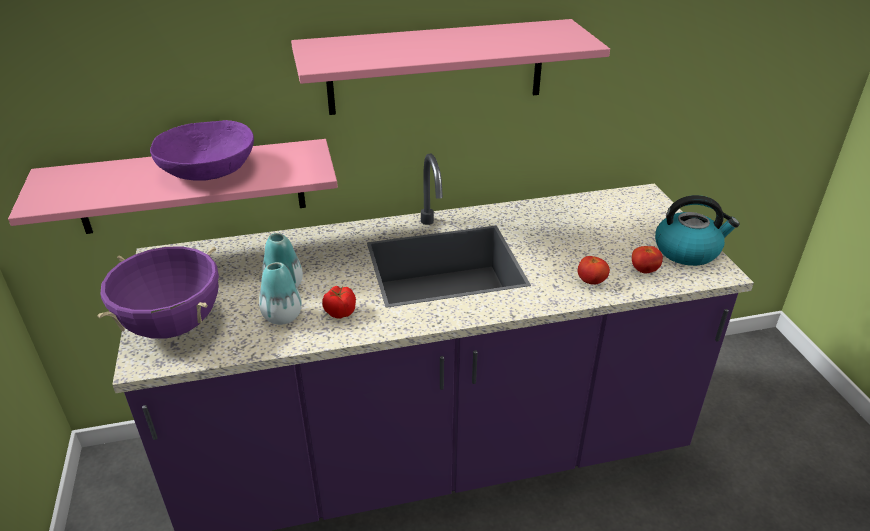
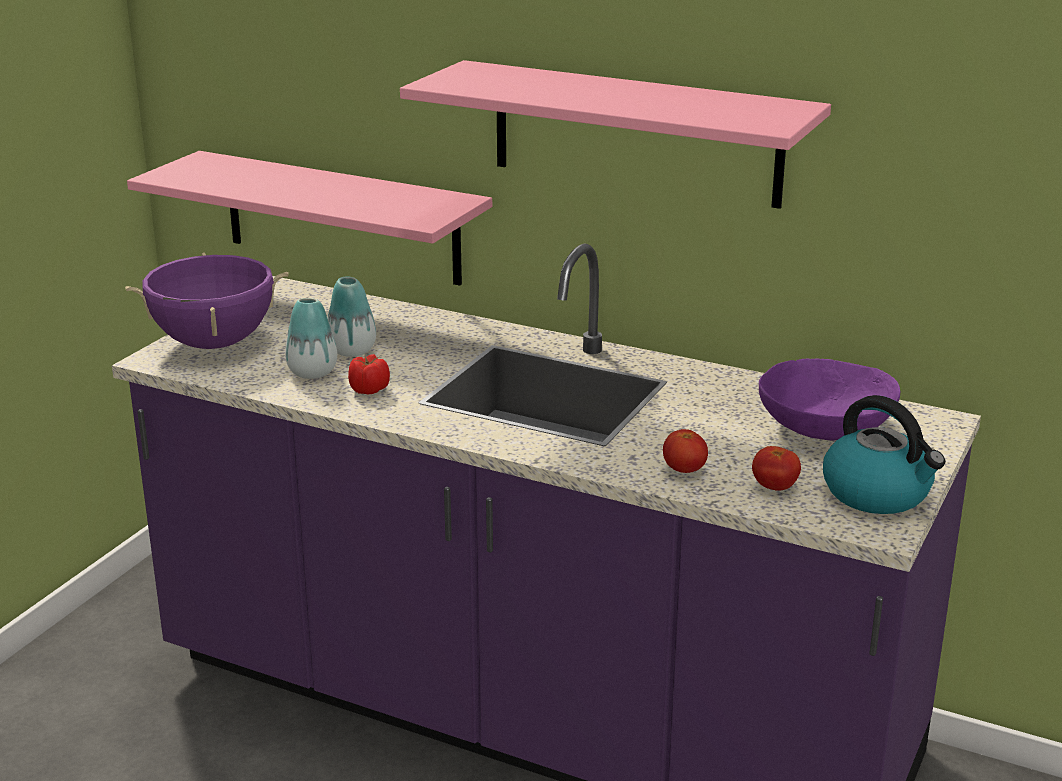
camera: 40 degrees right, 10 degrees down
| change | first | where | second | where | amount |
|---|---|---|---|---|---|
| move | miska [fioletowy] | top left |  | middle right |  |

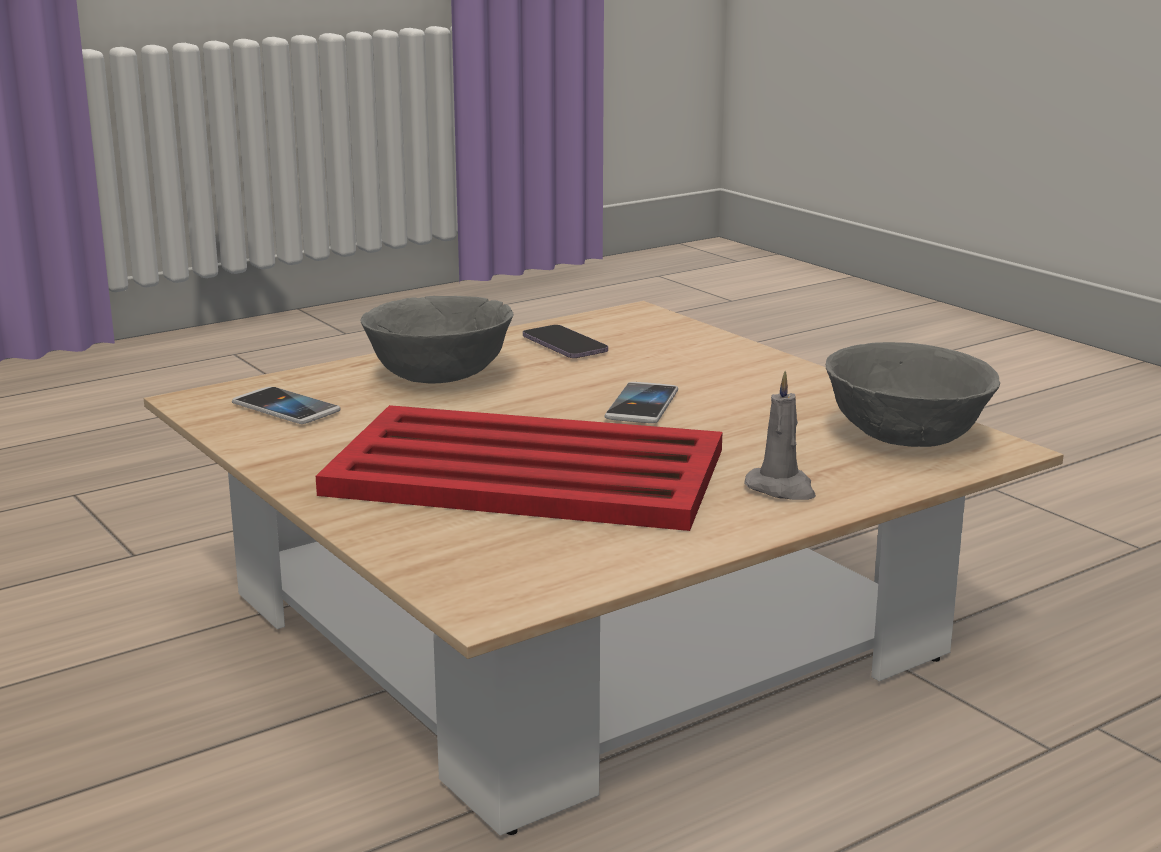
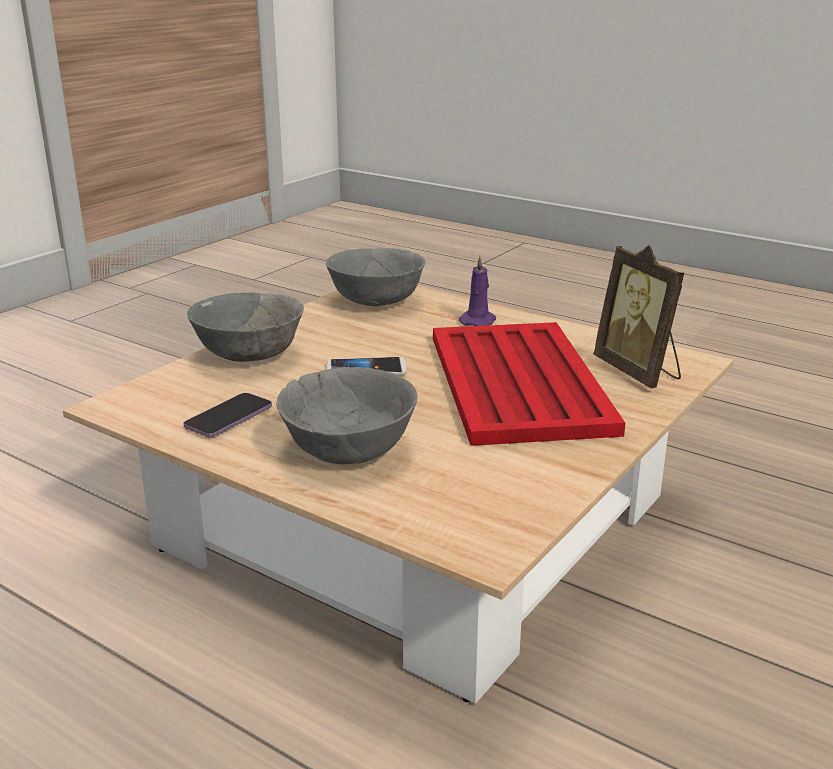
camera: 110 degrees left, 5 degrees up
| change | first | where | second | where | amount |
|---|---|---|---|---|---|
| insert |  |  | miska [szary] (1st from left) | middle left |  |
| recolor | świeca [szary] | middle right | świeca [fioletowy] | centre |  |
| insert |  |  | ramka na zdjęcie | middle right |  |
| delete | telefon (1st from left) | middle left |  |  |  |

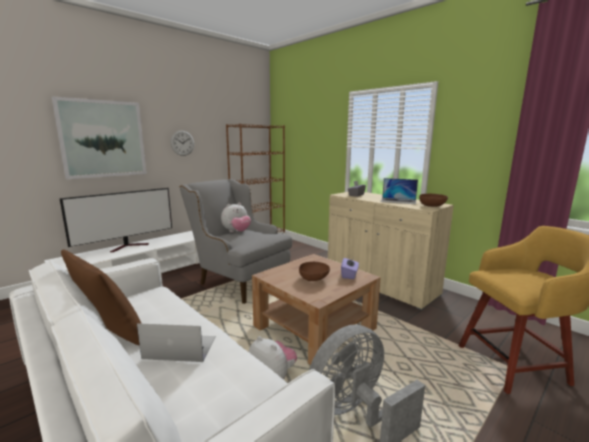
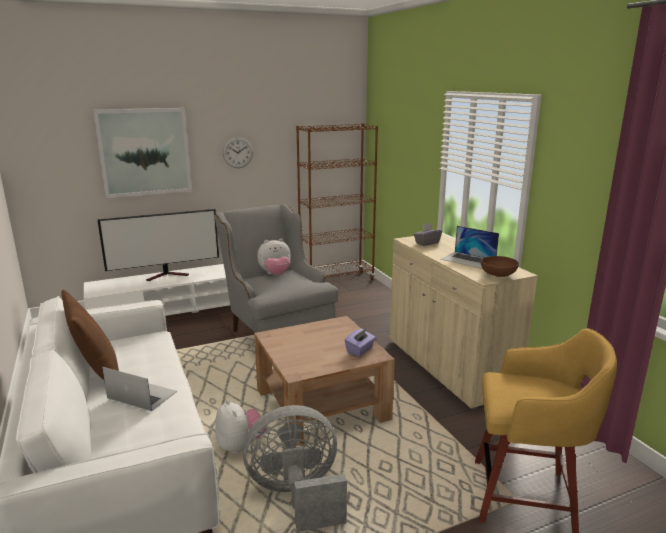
camera: 20 degrees right, 5 degrees up
| change | first | where | second | where | amount |
|---|---|---|---|---|---|
| delete | miska [brązowy] (1st from left) | centre |  |  |  |

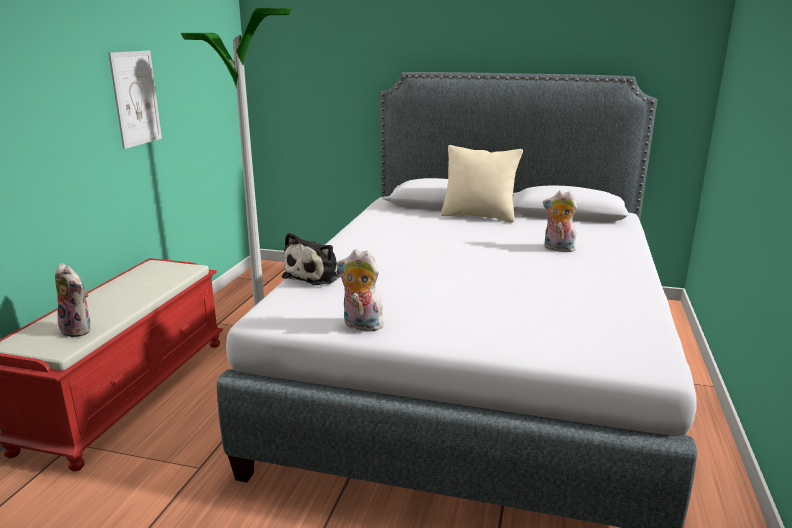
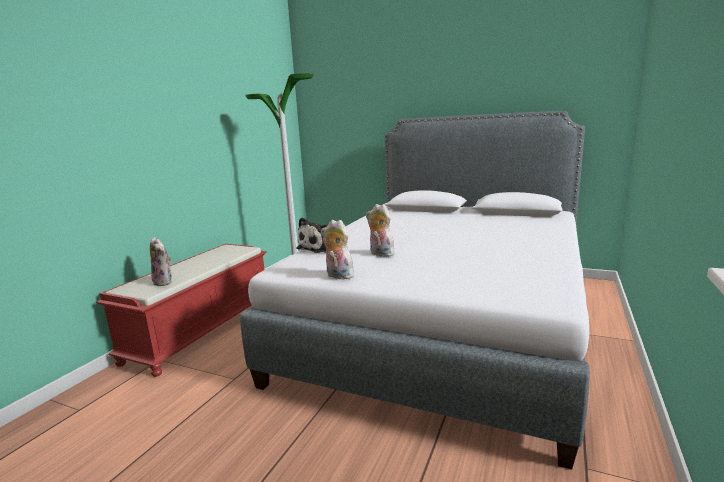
camera: 10 degrees right, 5 degrees down
| change | first | where | second | where | amount |
|---|---|---|---|---|---|
| move | pluszak (4th from left) | middle right |  | centre |  |
| delete | obraz | top left |  |  |  |
| delete | poduszka [beżowy] | centre |  |  |  |

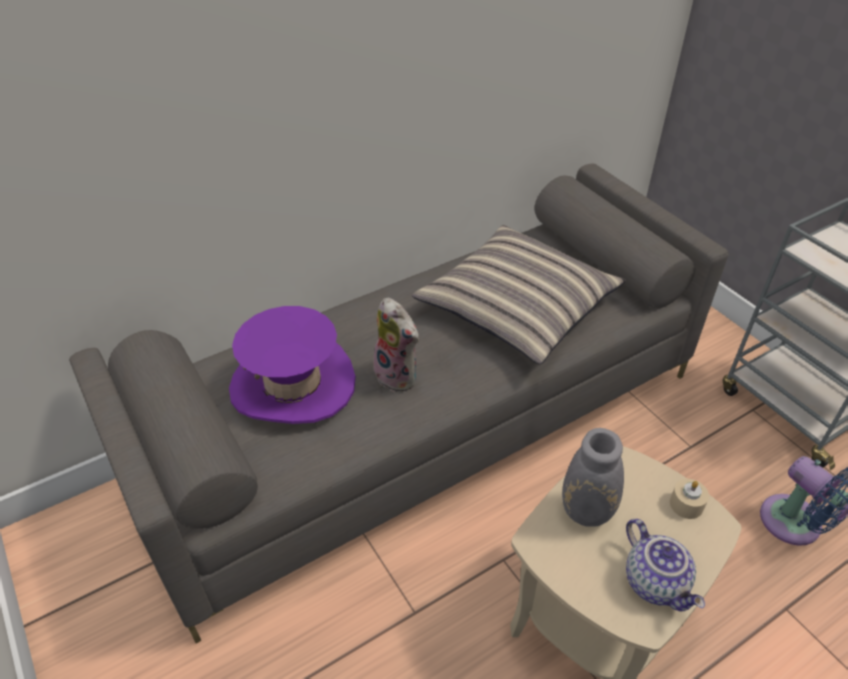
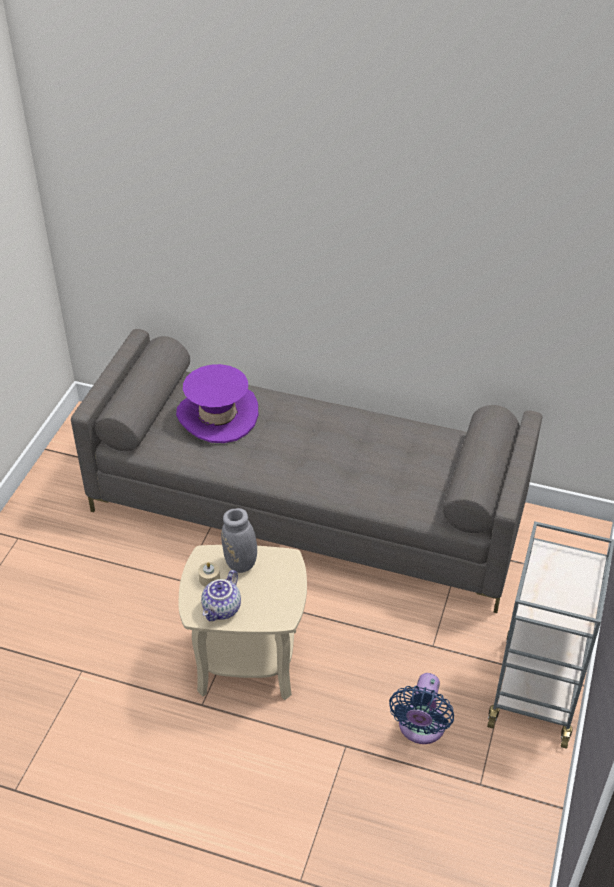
camera: 50 degrees right, 0 degrees up
| change | first | where | second | where | amount |
|---|---|---|---|---|---|
| move | świeca [beżowy] | bottom right |  | centre |  |
| delete | pluszak | centre |  |  |  |
| delete | poduszka | centre |  |  |  |

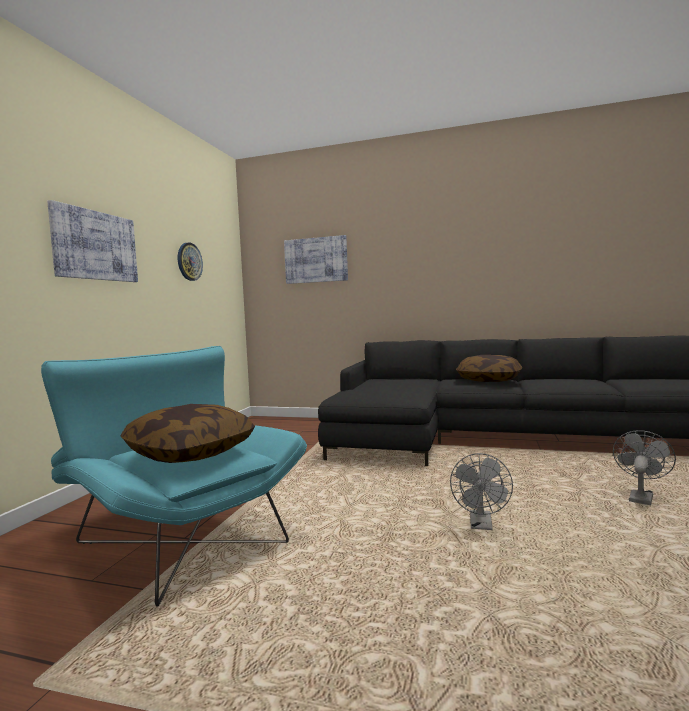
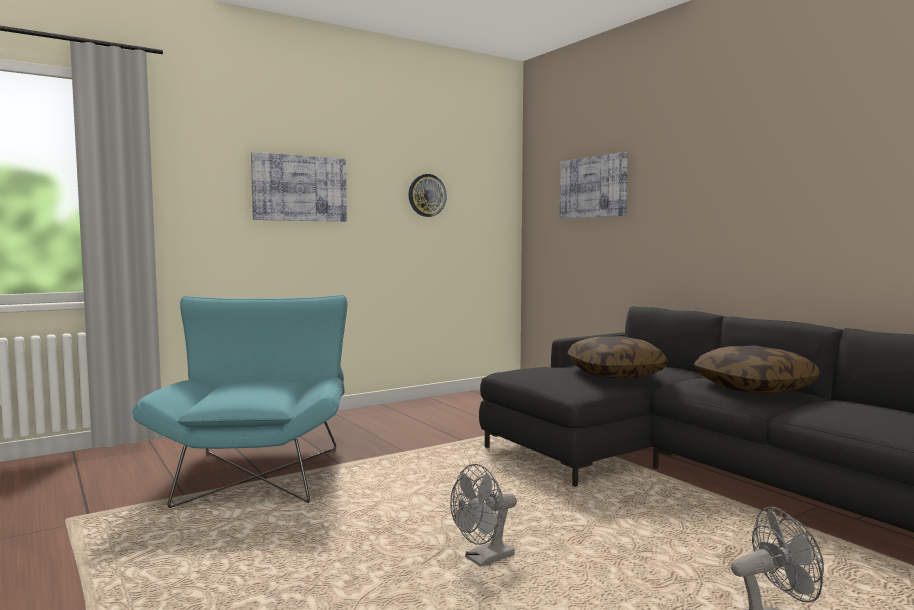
camera: 40 degrees right, 0 degrees up
| change | first | where | second | where | amount |
|---|---|---|---|---|---|
| move | poduszka (1st from left) | middle left |  | middle right |  |

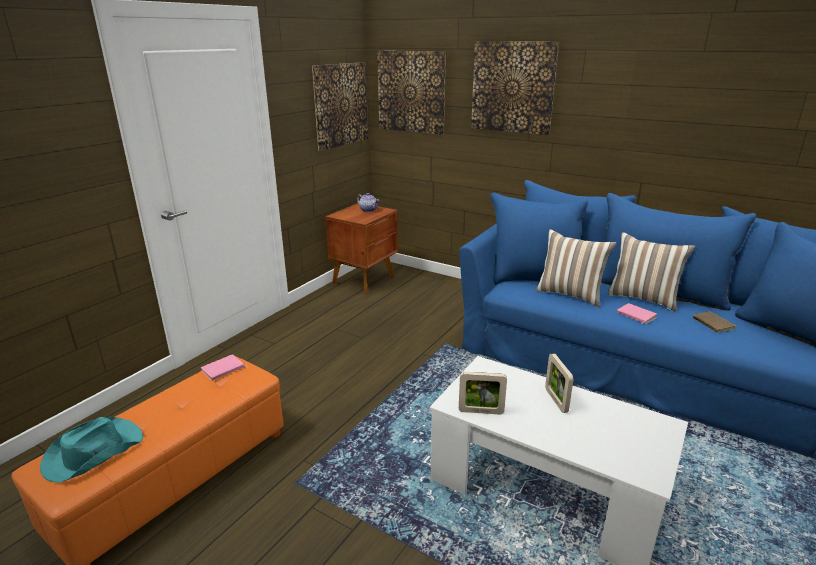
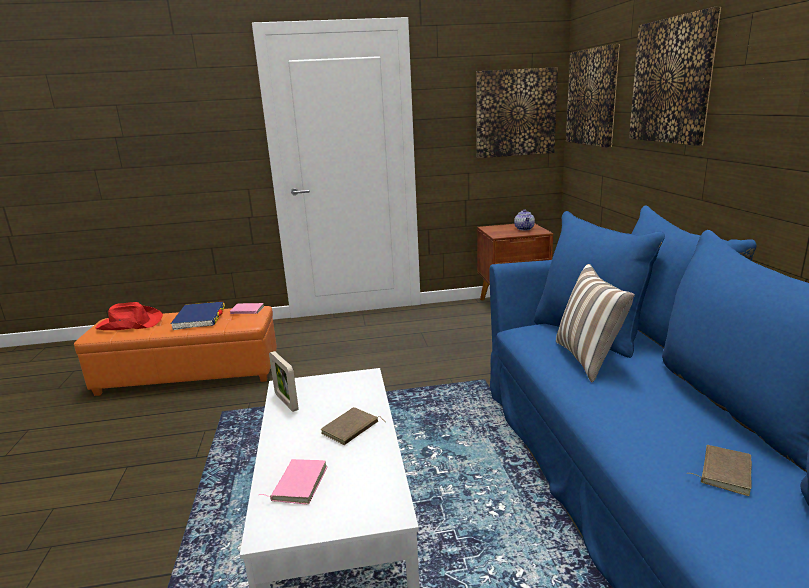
camera: 50 degrees right, 5 degrees down
| change | first | where | second | where | amount |
|---|---|---|---|---|---|
| recolor | kapelusz [turkusowy] | bottom left | kapelusz [czerwony] | middle left |  |
| insert |  |  | książka [niebieski] | middle left |  |
| move | książka [różowy] (2nd from left) | middle right |  | bottom centre |  |
| replace | ramka na zdjęcie (2nd from left) | bottom right | książka [brązowy] (1st from left) | bottom centre |  |
| delete | poduszka (2nd from left) | middle right |  |  |  |

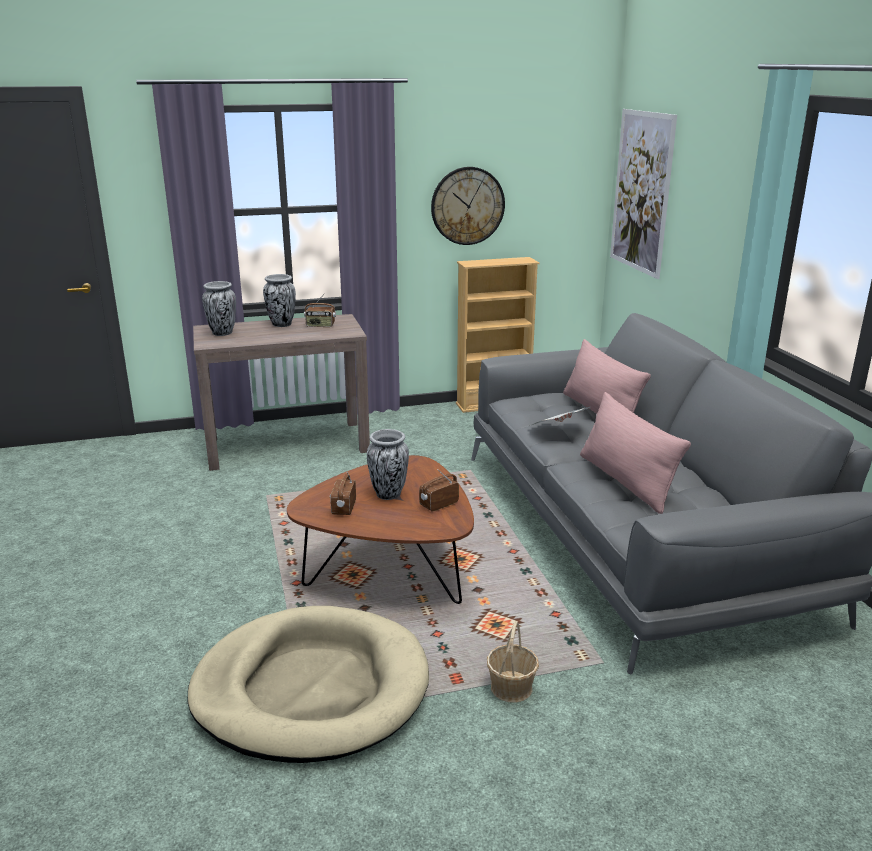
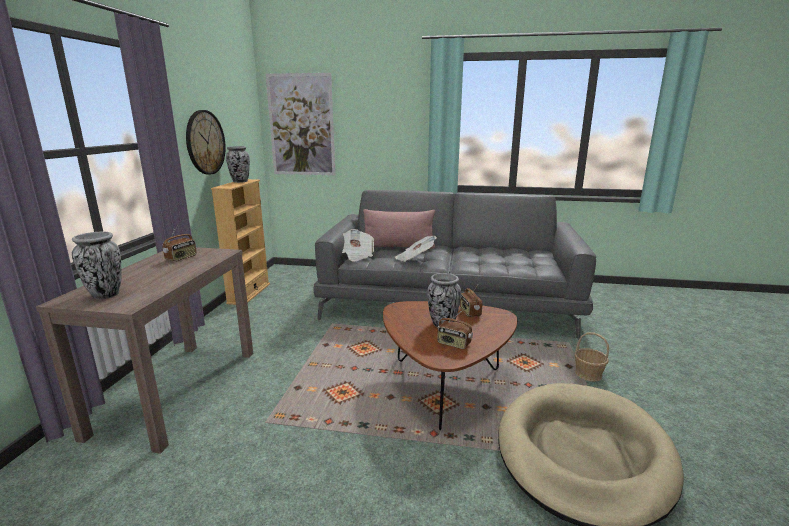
camera: 65 degrees left, 5 degrees down
| change | first | where | second | where | amount |
|---|---|---|---|---|---|
| move | wazon (2nd from left) | middle left |  | top left |  |
| insert |  |  | gazeta (1st from left) | centre |  |
| delete | poduszka [różowy] (2nd from left) | middle right |  |  |  |

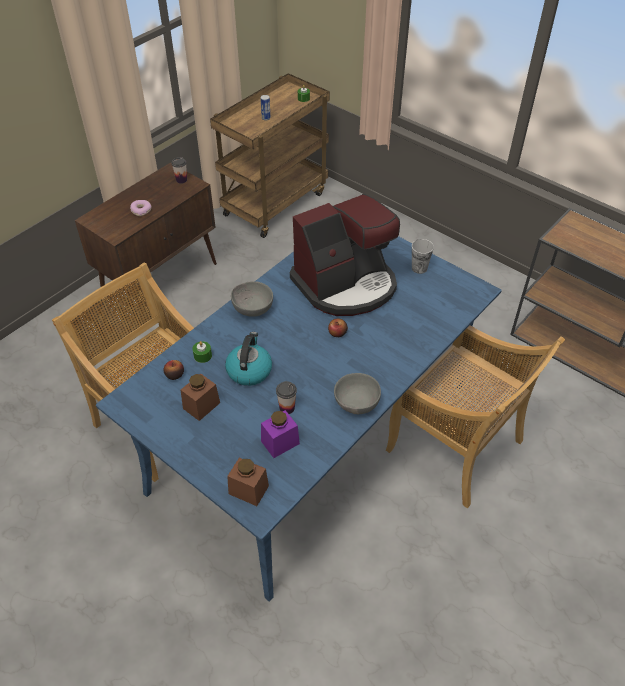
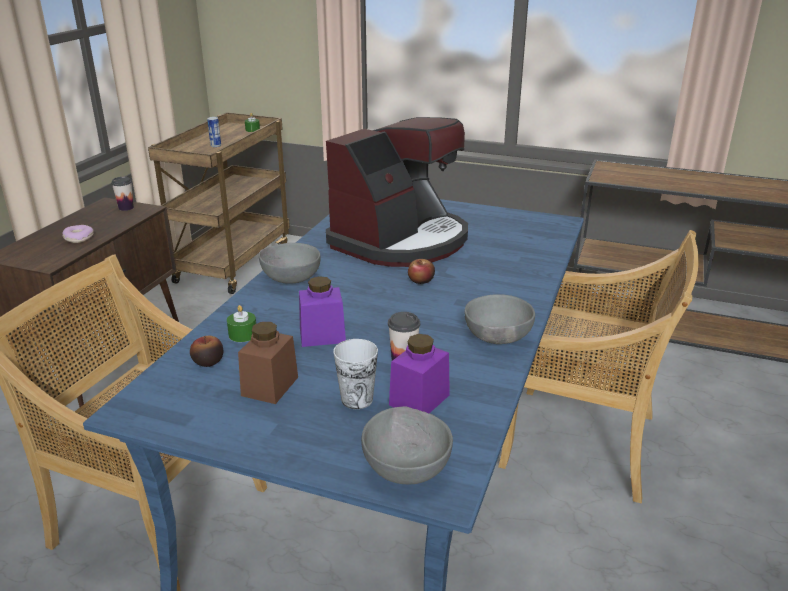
camera: 20 degrees left, 20 degrees down
| change | first | where | second | where | amount |
|---|---|---|---|---|---|
| replace | czajnik | centre | słoik [fioletowy] (1st from left) | centre |  |
| move | filiżanka (3rd from left in the first image) | middle right | filiżanka (2nd from left) | centre |  |
| replace | słoik [brązowy] (2nd from left) | bottom centre | miska [szary] (2nd from left) | bottom centre |  |

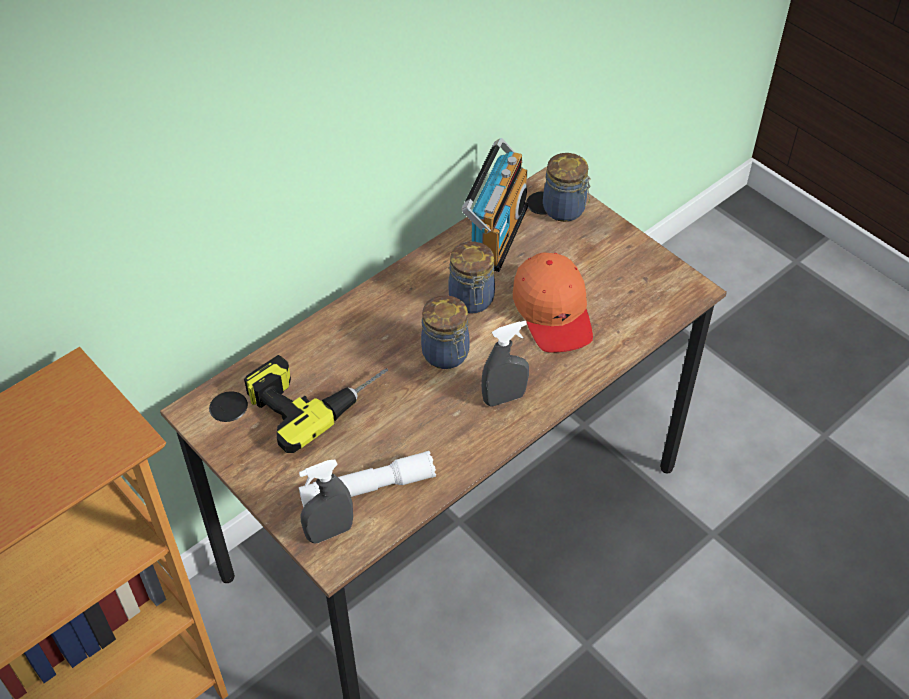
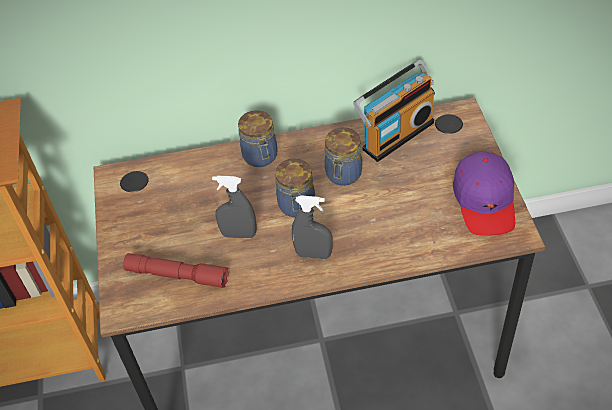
camera: 35 degrees right, 0 degrees up
| change | first | where | second | where | amount |
|---|---|---|---|---|---|
| recolor | latarka [biały] | bottom centre | latarka [czerwony] | middle left |  |
| move | spryskiwacz [szary] (1st from left) | bottom centre |  | centre |  |
| move | słoik (3rd from left in the first image) | top centre | słoik (1st from left) | centre |  |
| insert |  |  | czapka z daszkiem [fioletowy] | middle right |  |
| delete | wiertarka | centre |  |  |  |
| delete | czapka z daszkiem [pomarańczowy] | centre |  |  |  |

